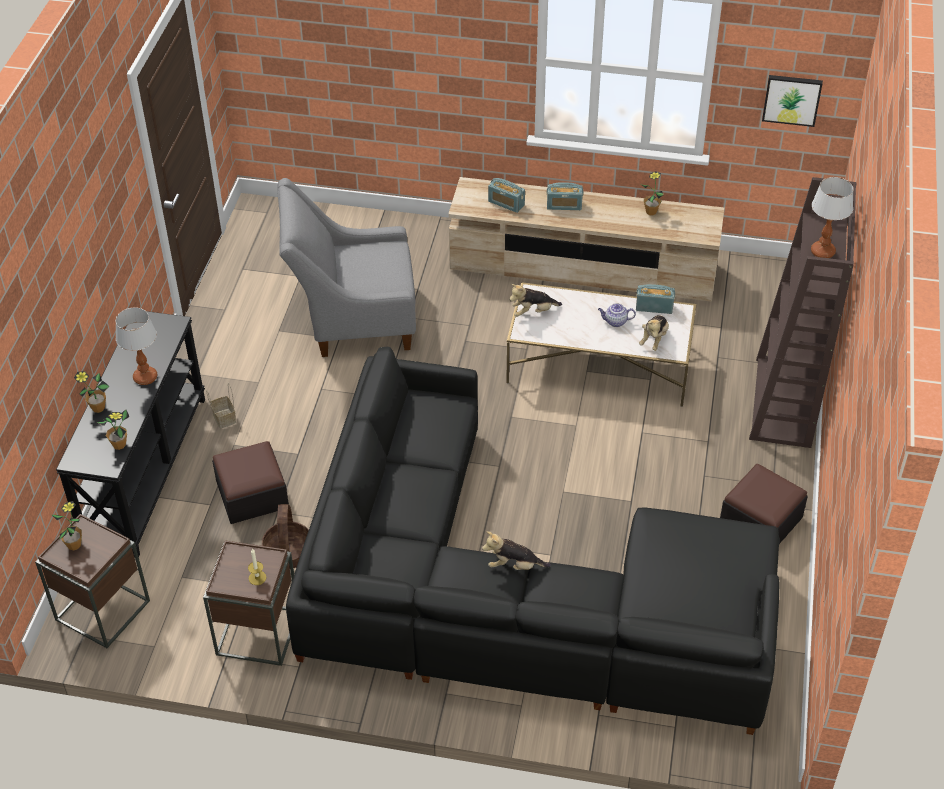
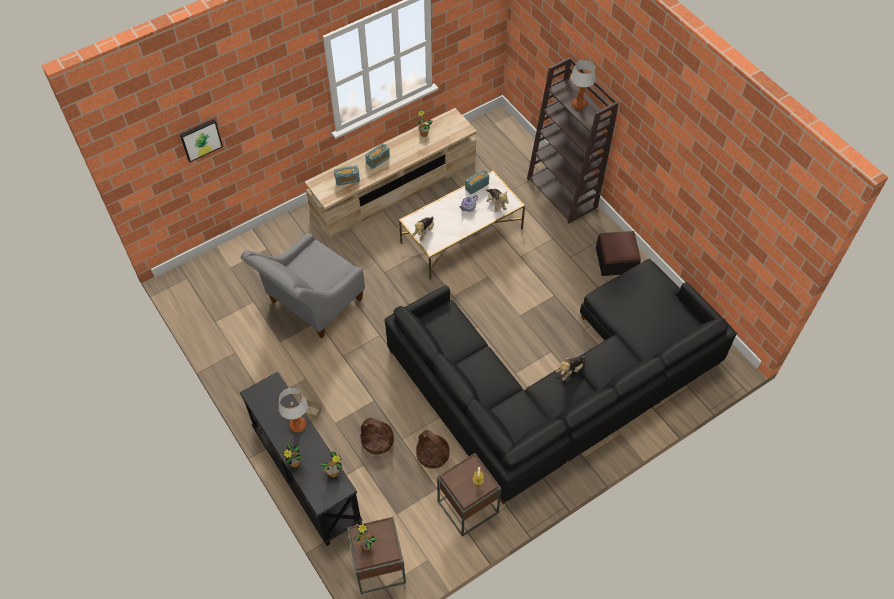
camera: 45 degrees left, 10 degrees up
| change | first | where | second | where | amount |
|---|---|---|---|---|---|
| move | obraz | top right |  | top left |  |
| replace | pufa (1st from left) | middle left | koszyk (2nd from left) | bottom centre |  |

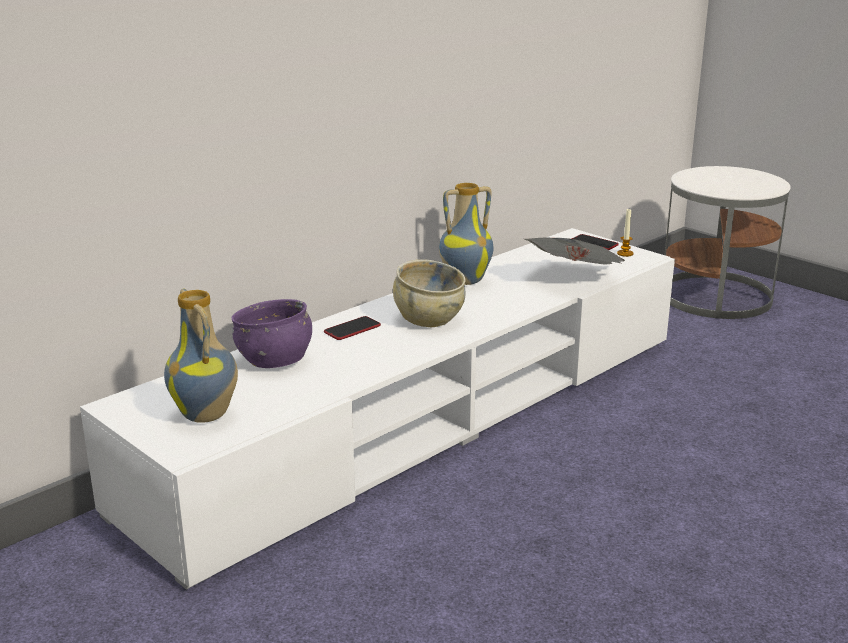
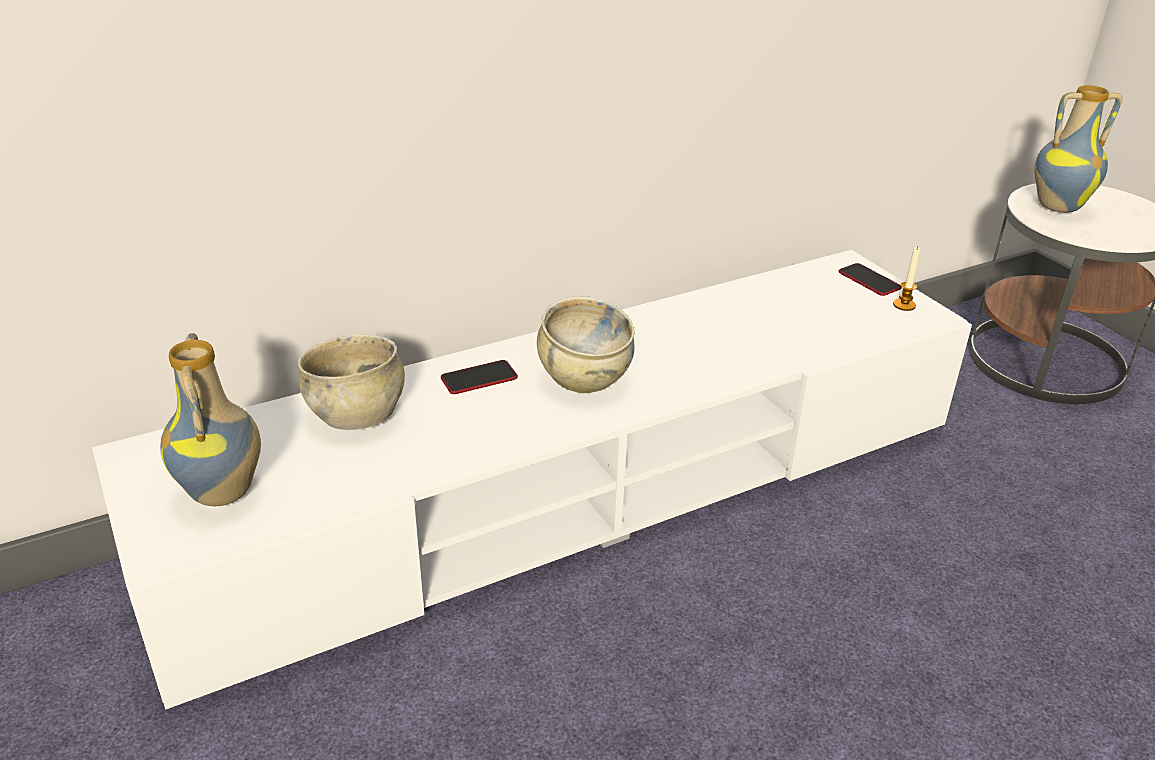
camera: 15 degrees right, 10 degrees up
| change | first | where | second | where | amount |
|---|---|---|---|---|---|
| recolor | miska [fioletowy] | middle left | miska [beżowy] (1st from left) | middle left |  |
| move | wazon (2nd from left) | centre |  | top right |  |
| delete | gazeta | middle right |  |  |  |

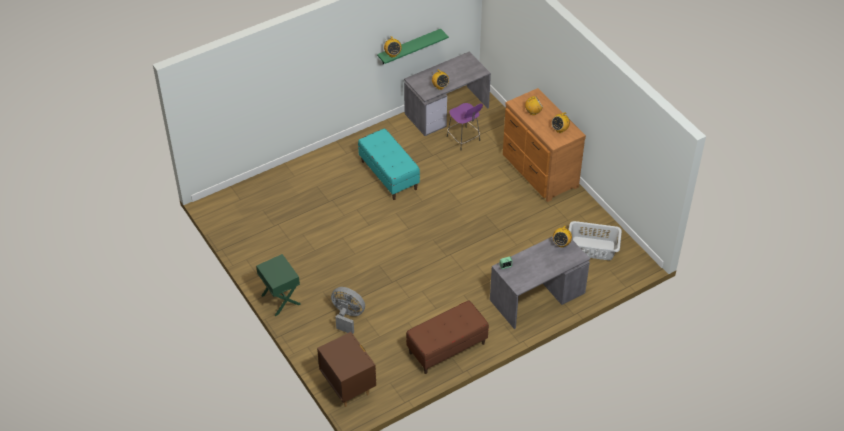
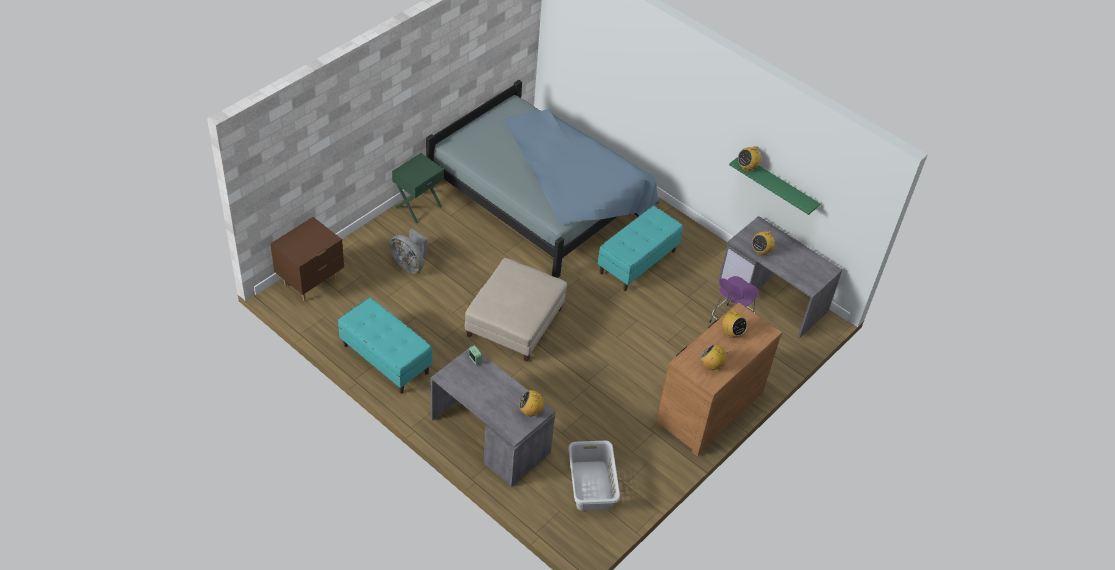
camera: 70 degrees right, 0 degrees up
| change | first | where | second | where | amount |
|---|---|---|---|---|---|
| recolor | ławka [brązowy] | bottom centre | ławka [turkusowy] (1st from left) | centre |  |
| rotate | wentylator [szary] | bottom centre |  | centre | 120 degrees clockwise |
| insert |  |  | łóżko [niebieski] | top centre |  |
| insert |  |  | pufa [beżowy] | centre |  |

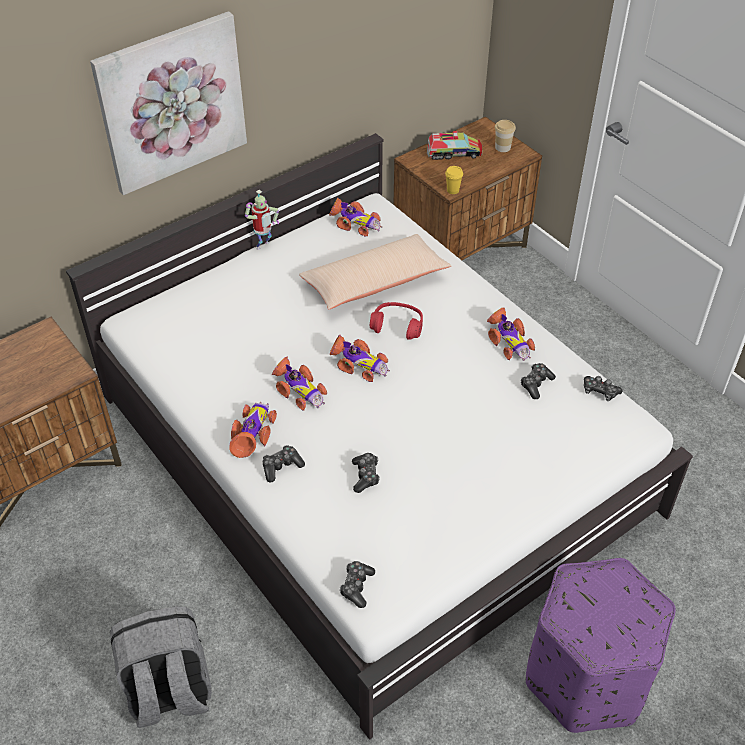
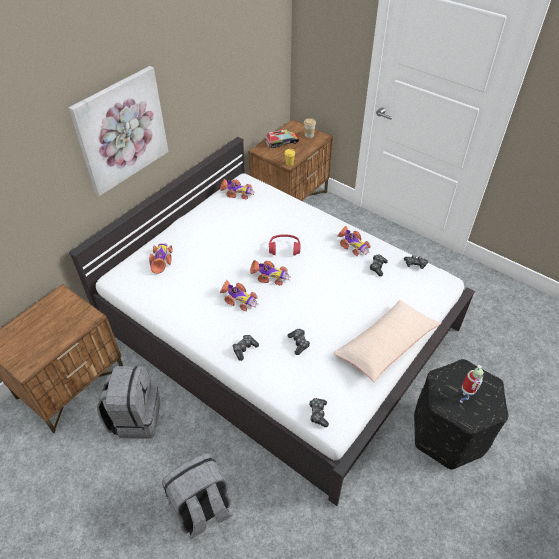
camera: 15 degrees left, 0 degrees up
| change | first | where | second | where | amount |
|---|---|---|---|---|---|
| insert |  |  | plecak [szary] (1st from left) | bottom left |  |
| move | samochodzik (1st from left) | centre |  | middle left |  |
| move | poduszka [beżowy] | centre |  | middle right |  |
| recolor | pufa [fioletowy] | bottom right | pufa [czarny] | bottom right |  |
| move | robot zabawkowy | top centre |  | bottom right |  |

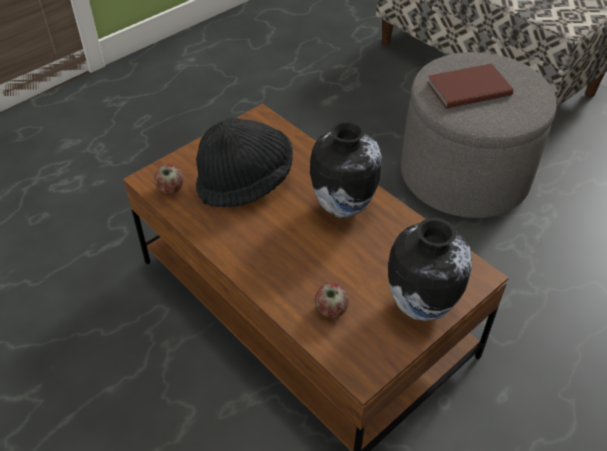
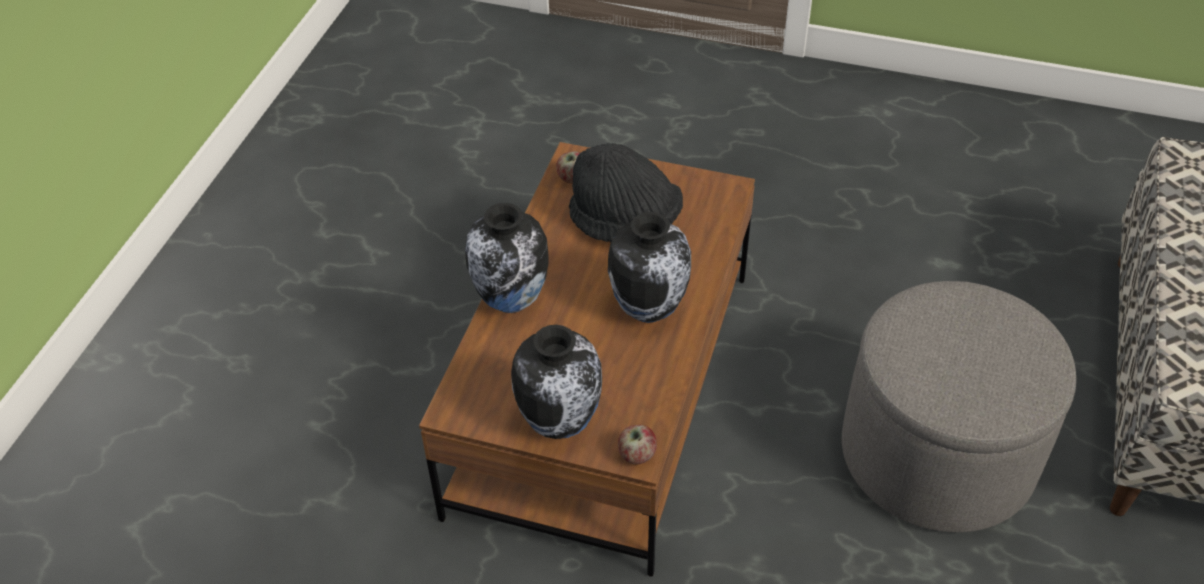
camera: 60 degrees right, 0 degrees up
| change | first | where | second | where | amount |
|---|---|---|---|---|---|
| insert |  |  | wazon (1st from left) | centre |  |
| move | jabłko (2nd from left) | centre |  | bottom centre |  |
| delete | książka [brązowy] | top right |  |  |  |

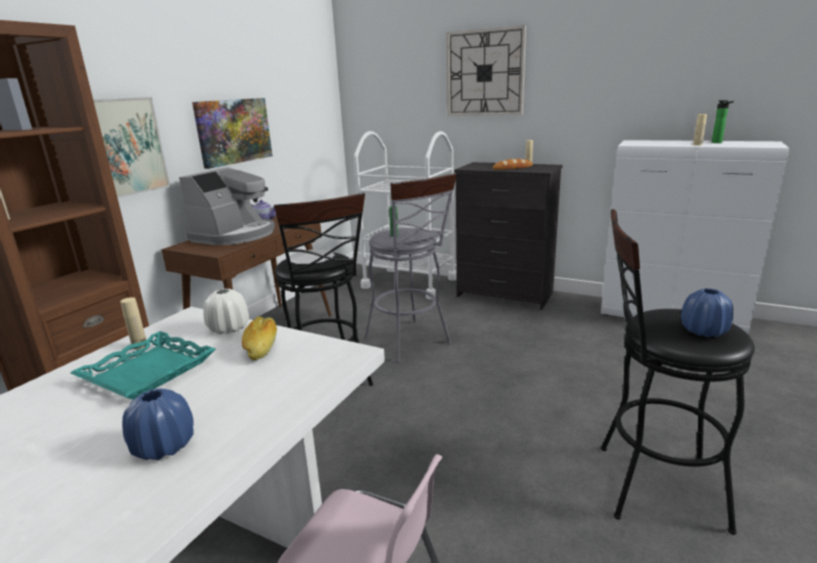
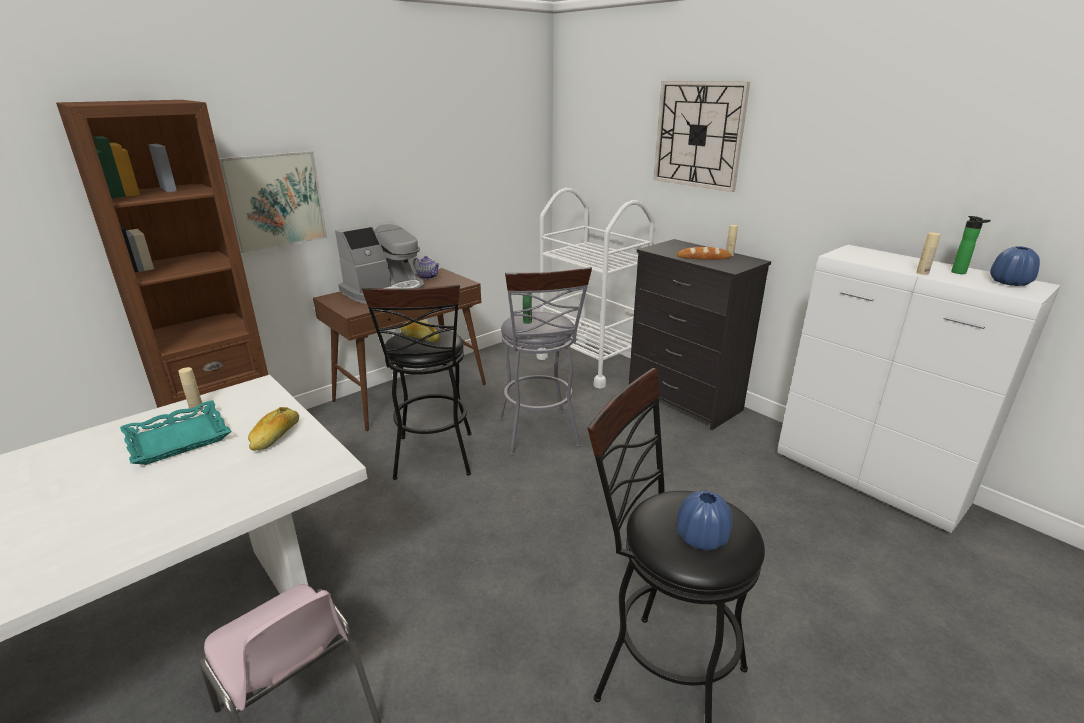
camera: 20 degrees right, 5 degrees up
| change | first | where | second | where | amount |
|---|---|---|---|---|---|
| replace | talerz | centre | chleb (2nd from left) | centre |  |
| move | wazon [niebieski] (1st from left in the first image) | bottom left | wazon [niebieski] (2nd from left) | middle right |  |
| delete | obraz (2nd from left) | top left |  |  |  |
| delete | wazon [biały] | middle left |  |  |  |

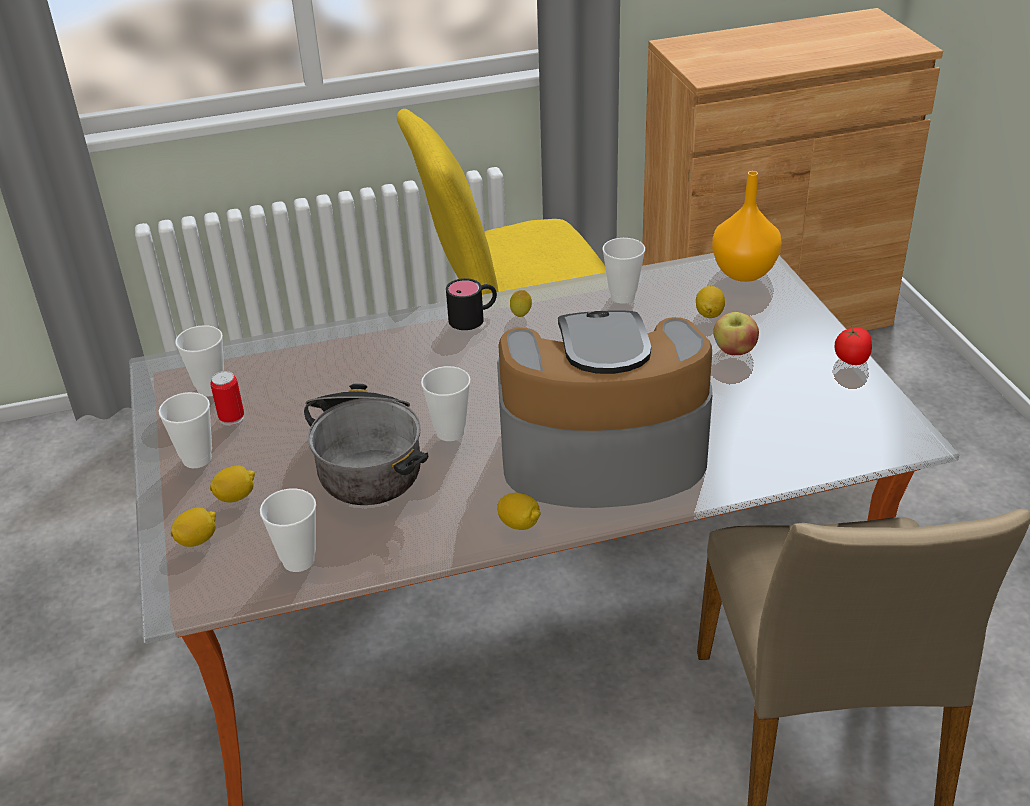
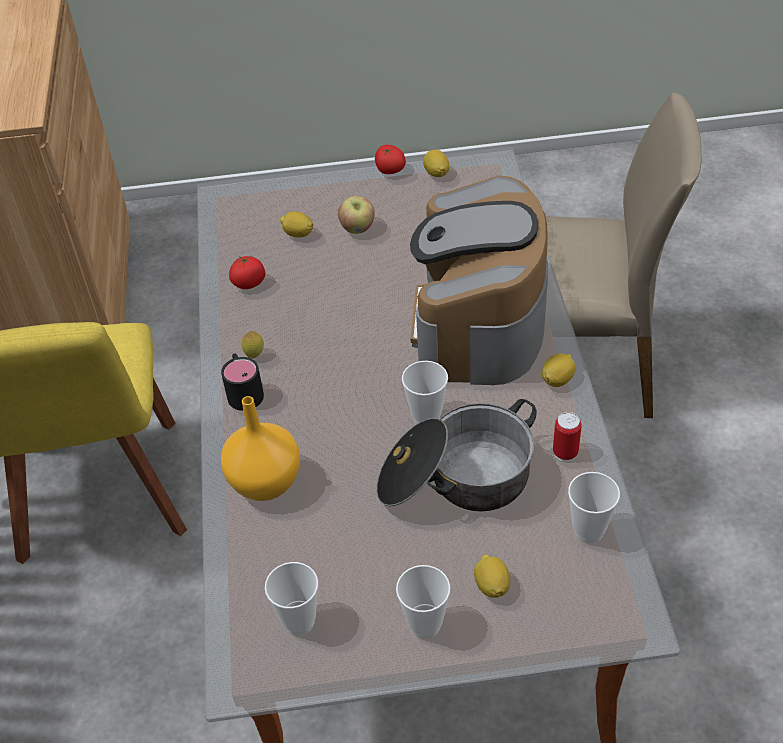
camera: 80 degrees left, 10 degrees up
| change | first | where | second | where | amount |
|---|---|---|---|---|---|
| move | wazon [pomarańczowy] | top right |  | middle left |  |
| replace | filiżanka (5th from left) | centre | pomidor (1st from left) | middle left |  |
| move | cytryna (1st from left in the first image) | middle left | cytryna (3rd from left) | top centre |  |
| move | puszka | middle left |  | middle right |  |

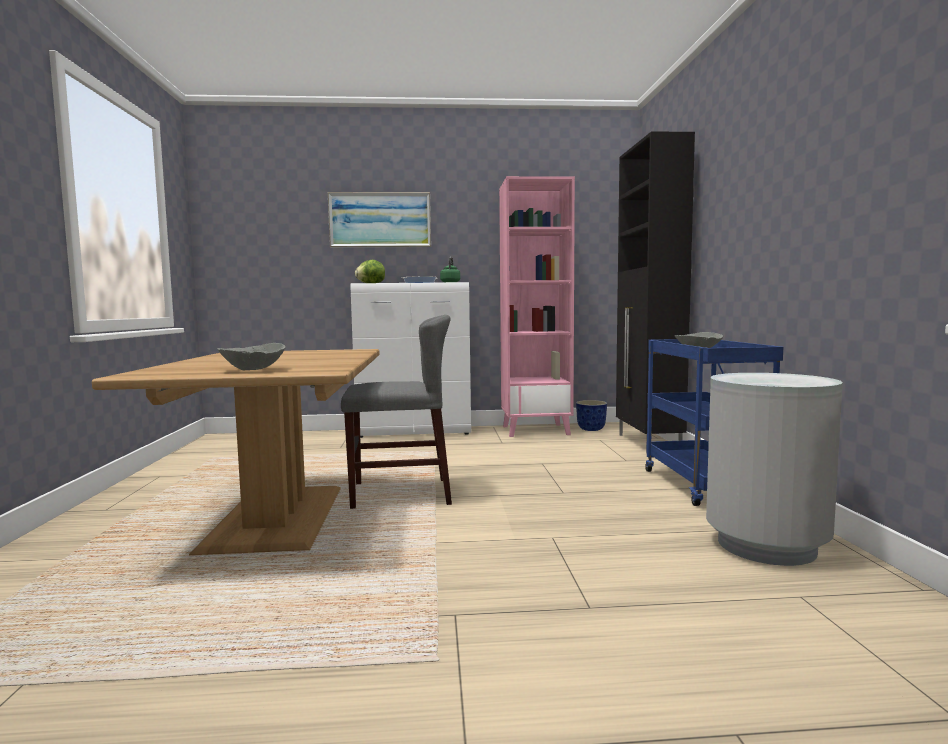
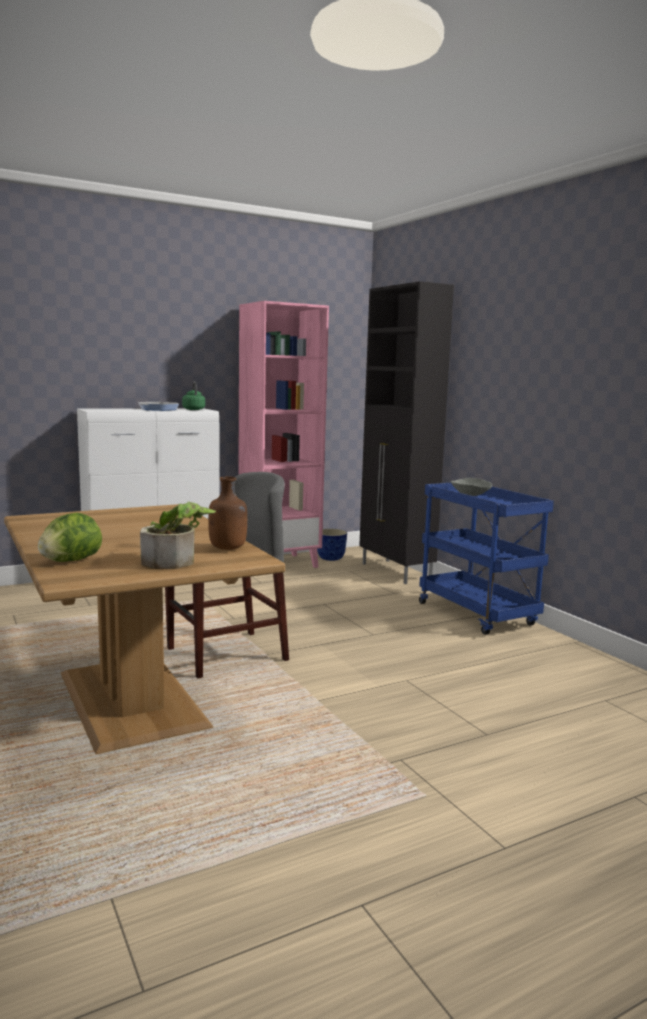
camera: 25 degrees left, 5 degrees up
| change | first | where | second | where | amount |
|---|---|---|---|---|---|
| move | sałata | centre |  | middle left |  |
| replace | miska [szary] (1st from left) | middle left | roślina doniczkowa | middle left |  |
| insert |  |  | butelka [brązowy] | centre |  |
| delete | obraz | top centre |  |  |  |
| delete | kosz na śmieci [szary] | middle right |  |  |  |

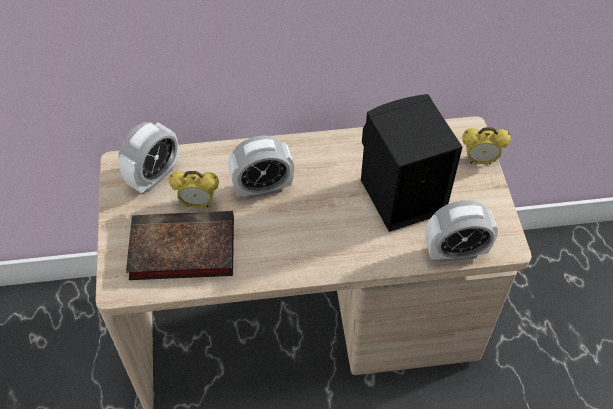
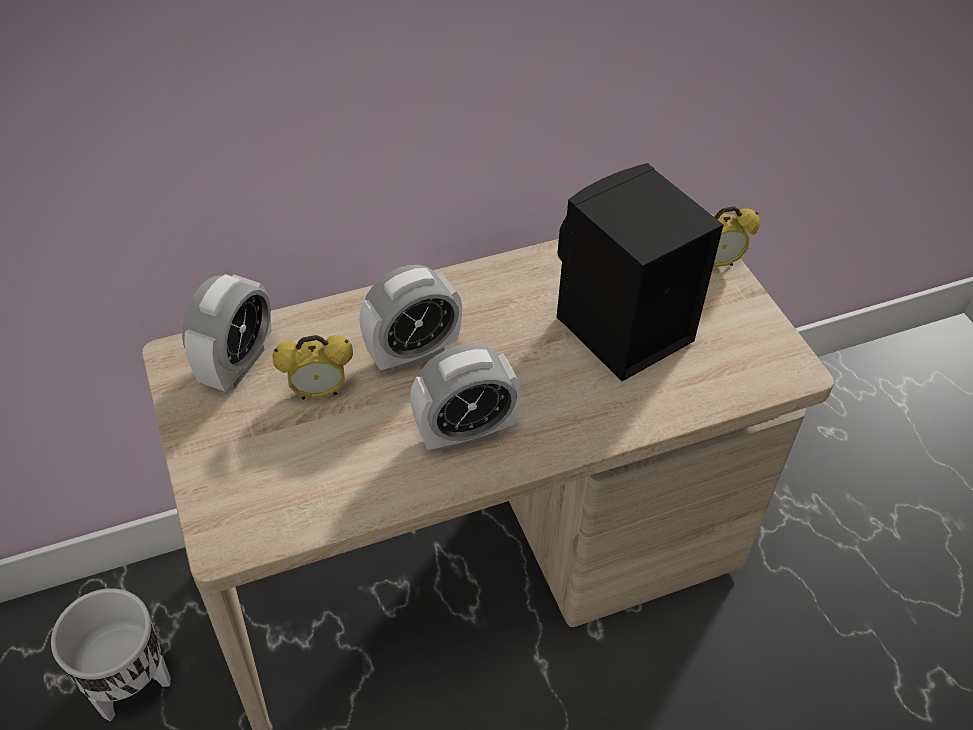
camera: 15 degrees left, 5 degrees down
| change | first | where | second | where | amount |
|---|---|---|---|---|---|
| insert |  |  | donica [biały] | bottom left |  |
| move | budzik (4th from left) | middle right |  | centre |  |
| delete | książka | middle left |  |  |  |

